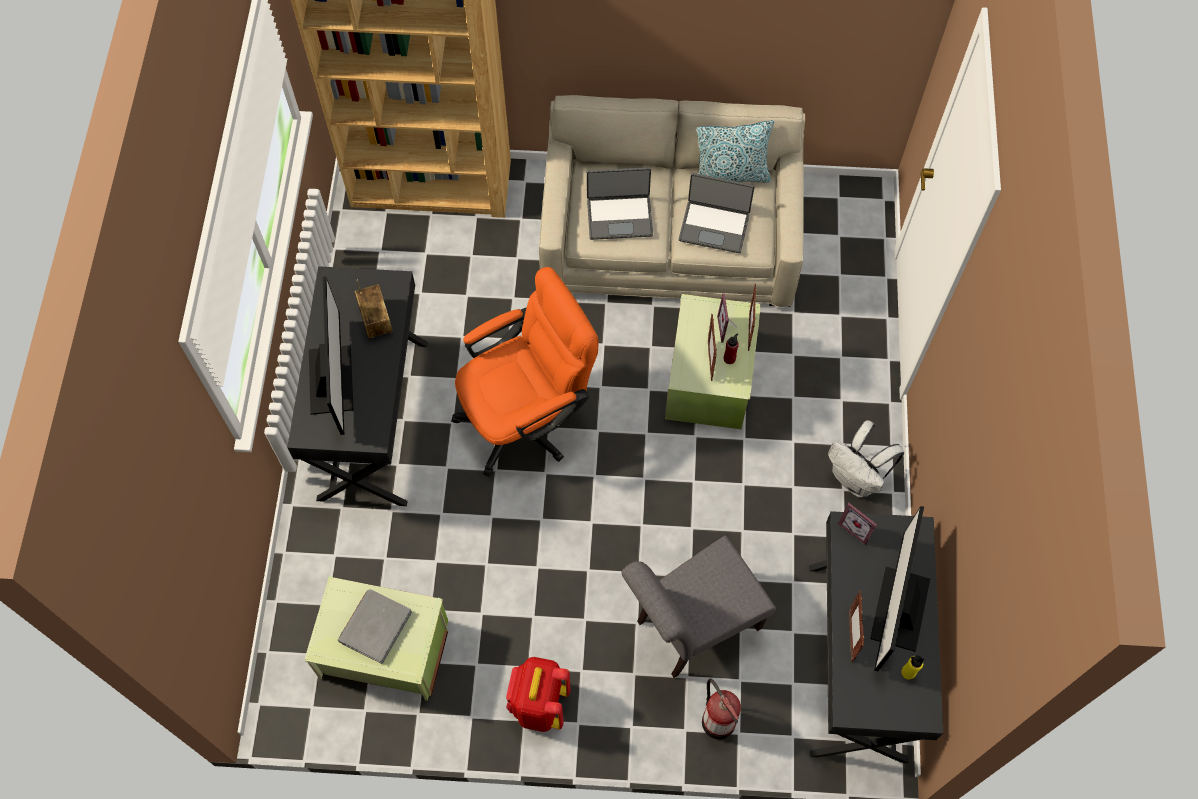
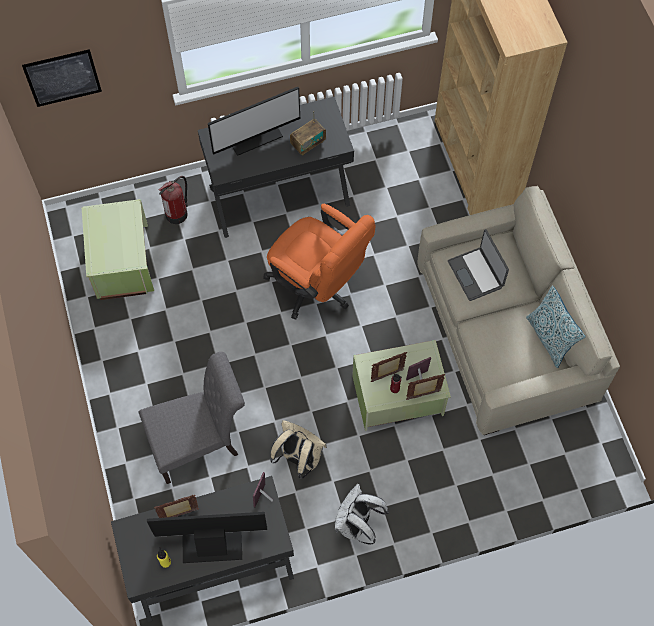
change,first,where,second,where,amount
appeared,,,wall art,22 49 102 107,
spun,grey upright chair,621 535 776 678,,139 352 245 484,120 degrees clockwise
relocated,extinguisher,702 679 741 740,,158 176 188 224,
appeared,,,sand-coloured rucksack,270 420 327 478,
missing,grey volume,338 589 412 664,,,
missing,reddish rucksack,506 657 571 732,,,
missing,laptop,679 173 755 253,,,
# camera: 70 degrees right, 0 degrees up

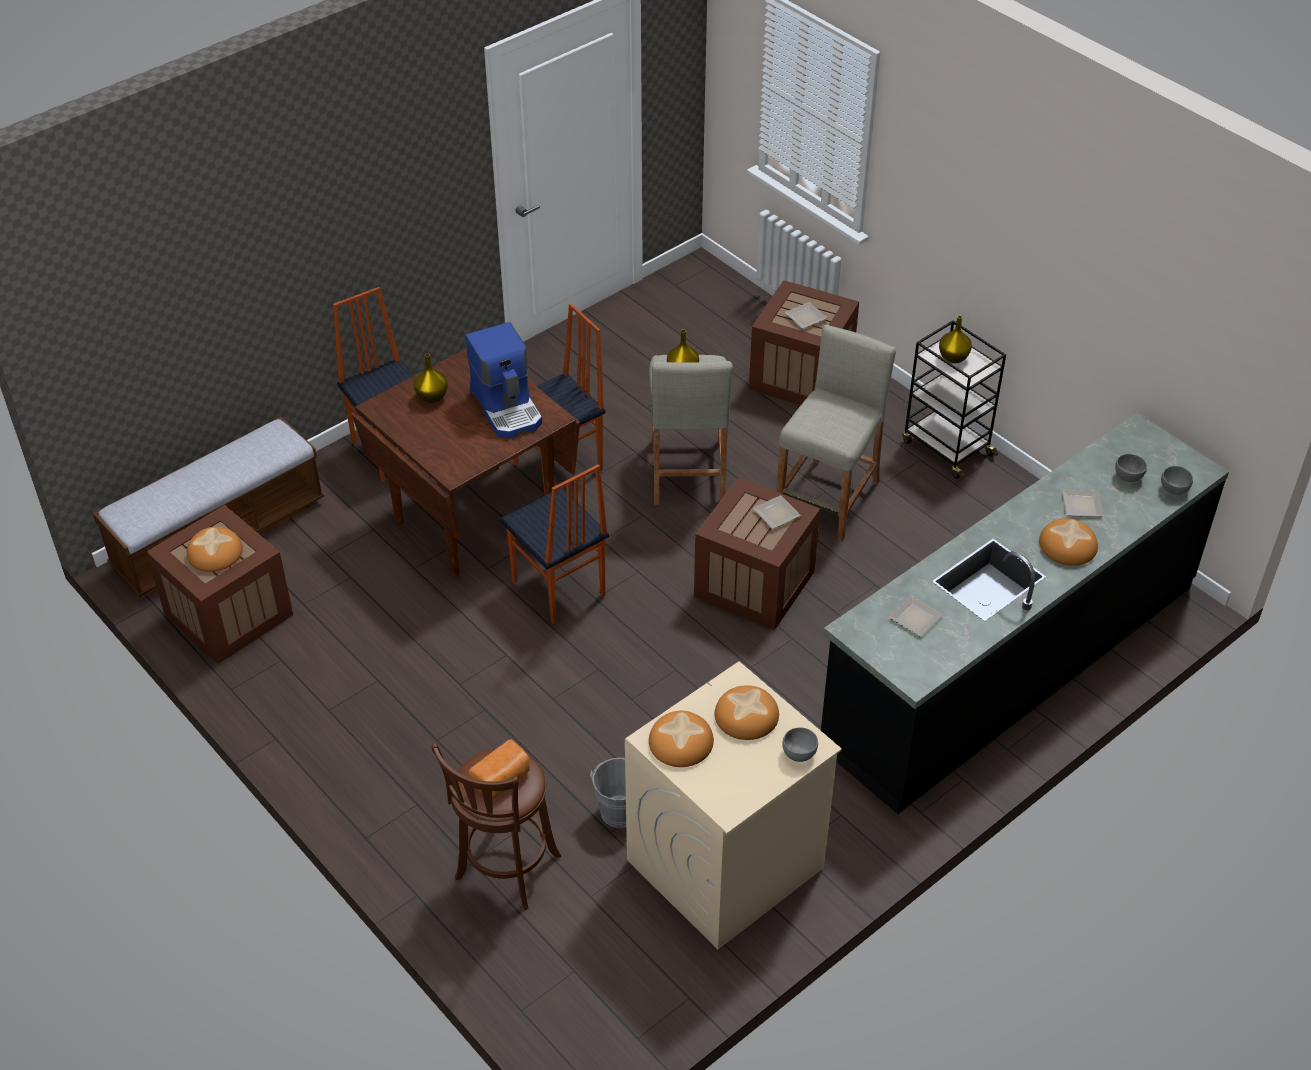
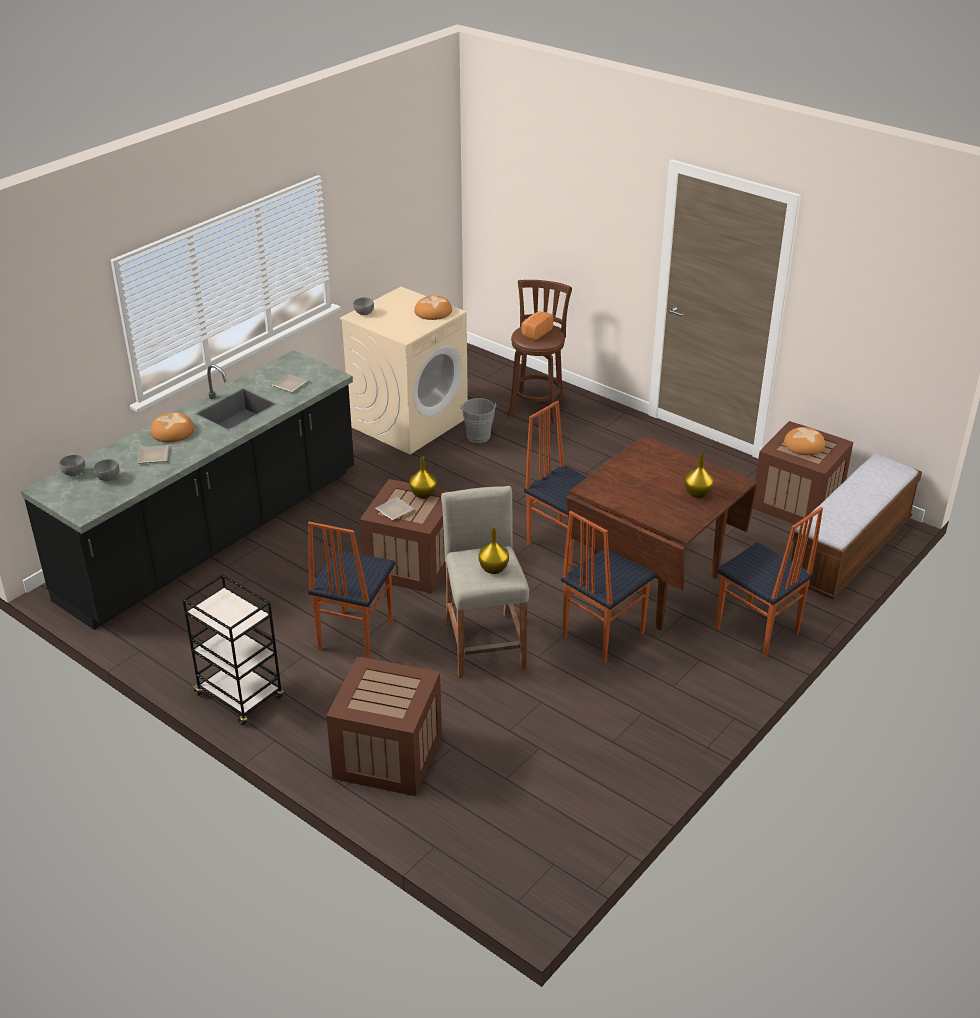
change,first,where,second,where,amount
exchanged,sand-coloured stool,776 325 896 541,upright chair,308 522 395 659,
relocated,yellow-coloured vase,939 315 972 364,,409 456 437 499,
missing,coffee machine,465 322 542 439,,,
missing,baked bread,715 685 779 740,,,
missing,plate,784 302 827 329,,,
# camera: 170 degrees right, 10 degrees down

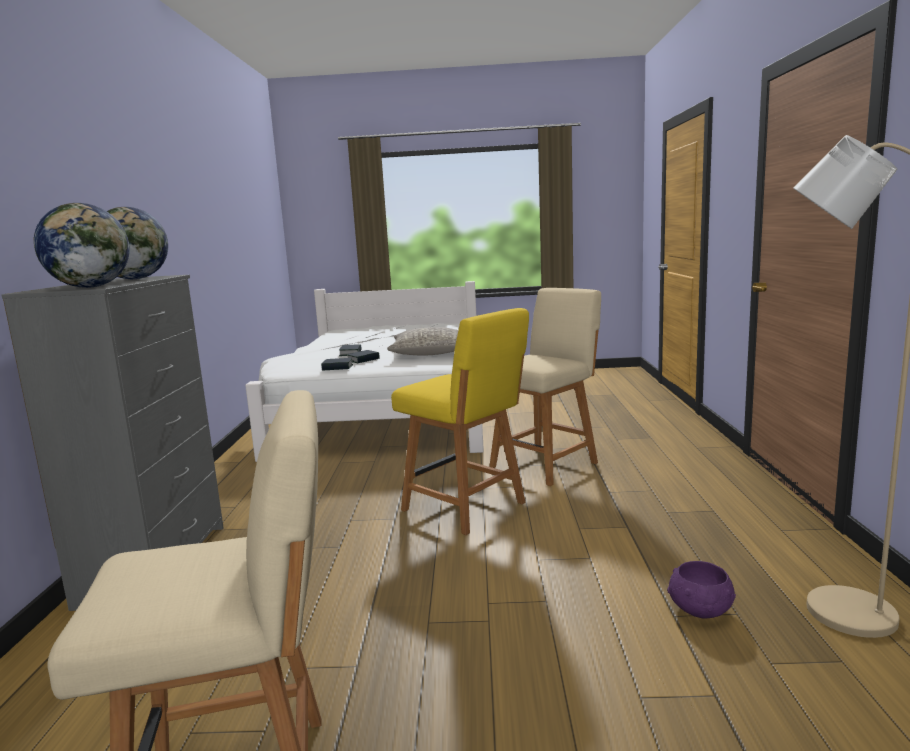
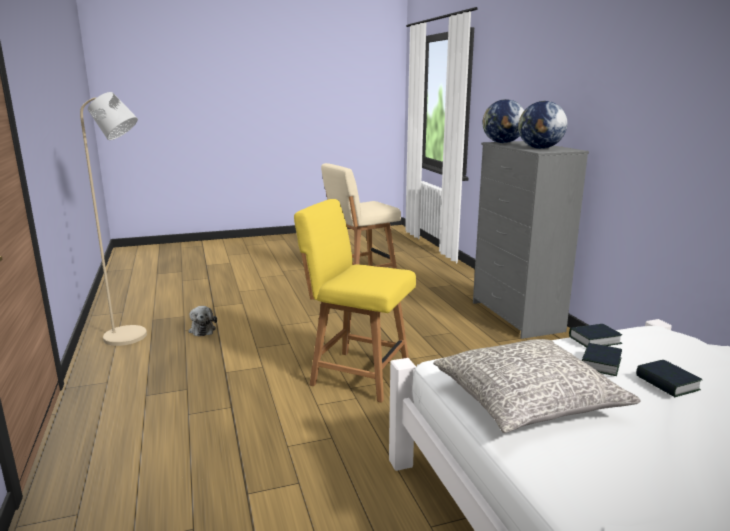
change,first,where,second,where,amount
exchanged,purple deep dish,667 561 736 618,plush toy,189 306 217 337,
missing,sand-coloured upright chair,489 288 601 486,,,
# camera: 160 degrees right, 5 degrees up

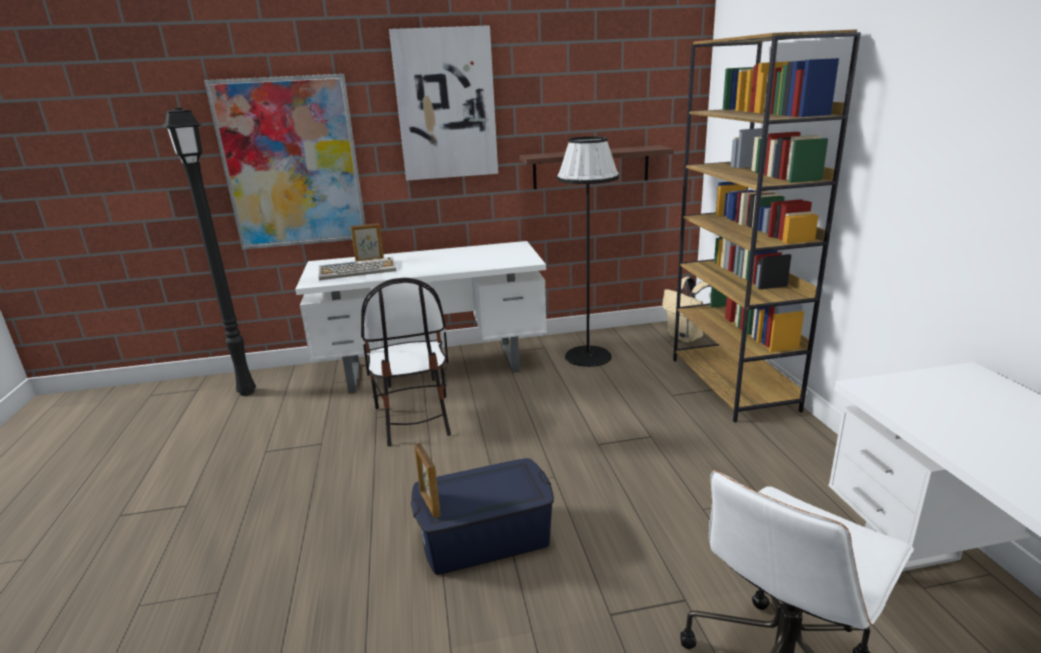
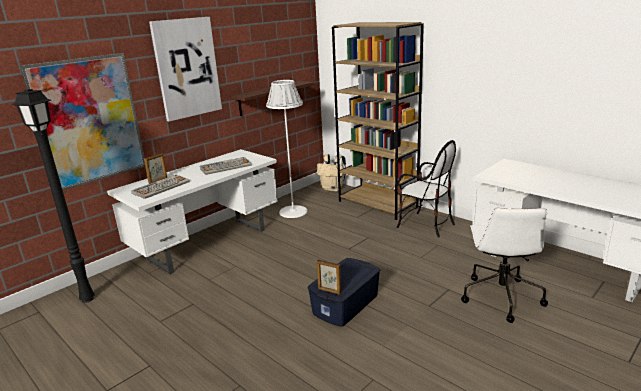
change,first,where,second,where,amount
appeared,,,keyboard,200 157 252 175,
colour,black-coloured floor lamp,557 136 619 367,white-coloured floor lamp,266 80 307 218,
relocated,upright chair,361 278 451 446,,397 140 456 237,
# camera: 35 degrees left, 0 degrees up

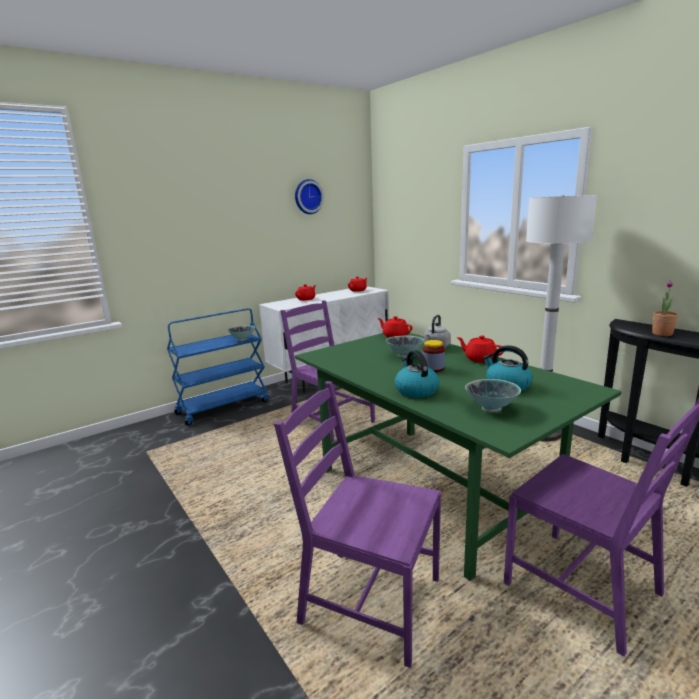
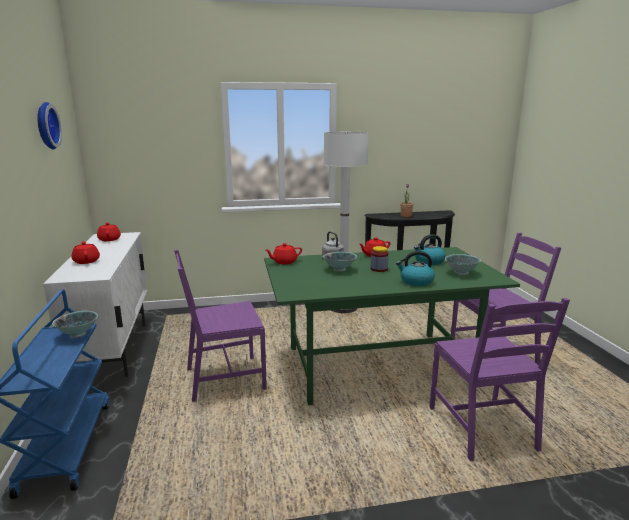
change,first,where,second,where,amount
spun,purple upright chair,274 381 441 668,,429 298 570 461,60 degrees counterclockwise
# camera: 65 degrees left, 0 degrees up

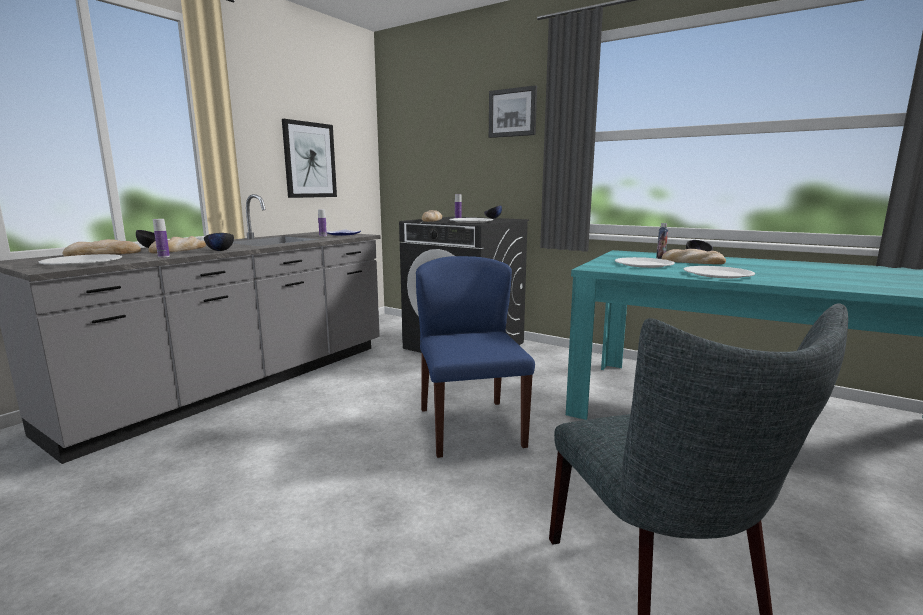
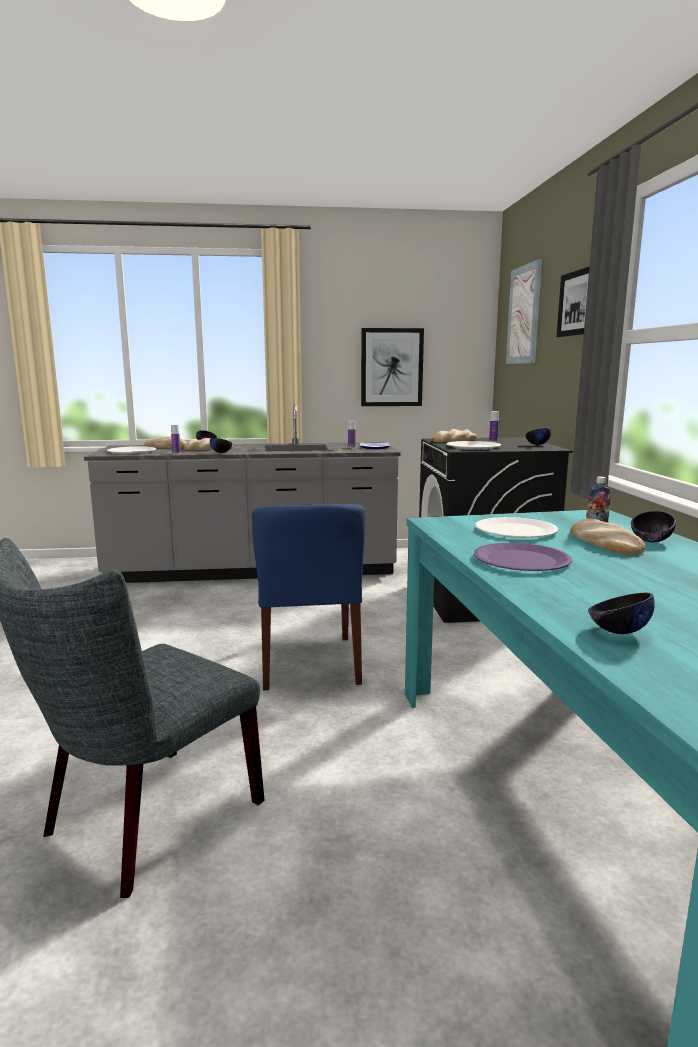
change,first,where,second,where,amount
spun,blue-coloured upright chair,416 256 535 458,,252 504 366 691,135 degrees clockwise
colour,white-coloured plate,684 266 755 278,purple plate,474 543 572 571,
appeared,,,wall art,506 259 542 364,
appeared,,,black-coloured deep dish,588 593 655 634,
# camera: 50 degrees right, 0 degrees up

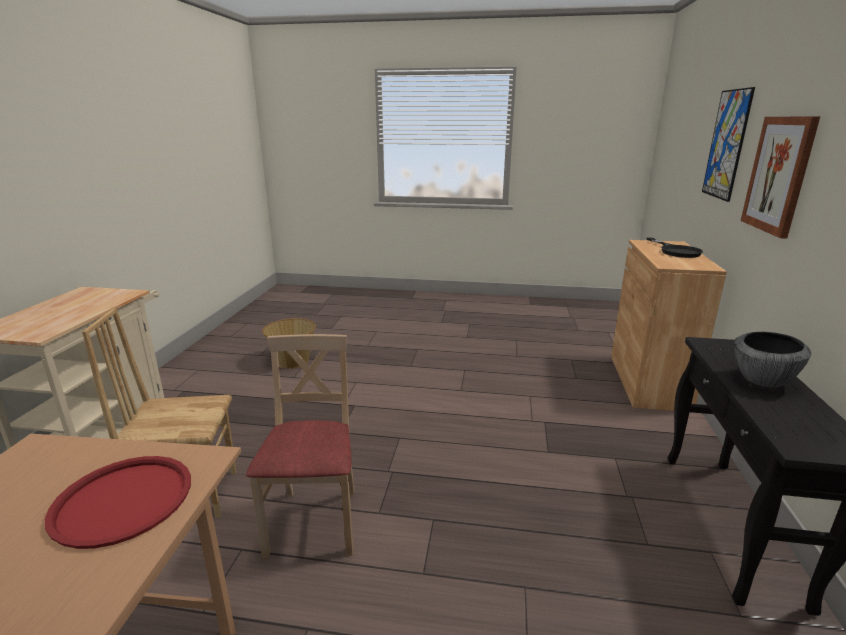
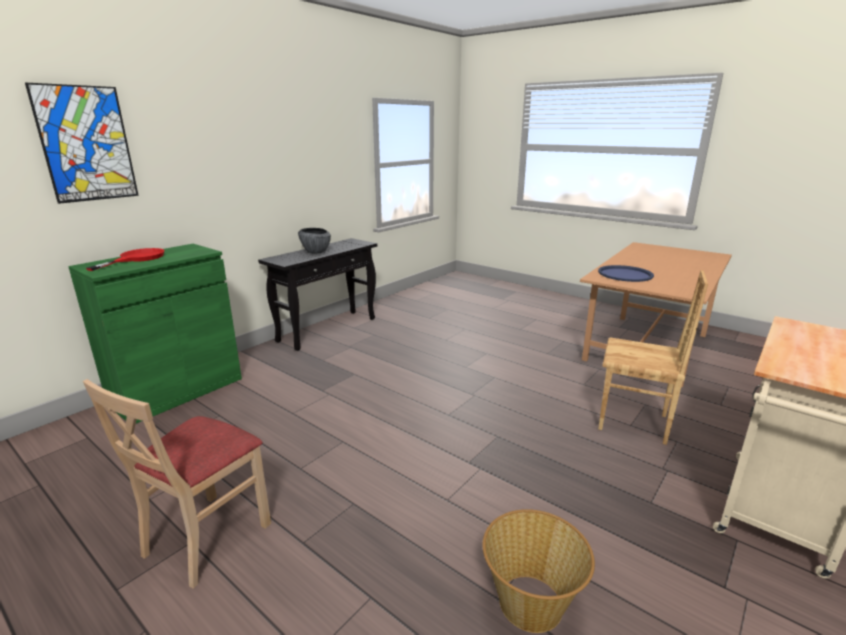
change,first,where,second,where,amount
colour,brown cabinet,611 240 727 411,green cabinet,68 244 242 424,
relocated,sand-coloured upright chair,246 334 354 558,,83 379 271 588,
colour,black-coloured skillet,647 237 703 258,reddish skillet,86 248 164 271,
colour,reddish carrying tray,45 456 191 549,blue-coloured carrying tray,598 265 654 282,
missing,wall art,741 117 820 239,,,
# camera: 150 degrees left, 0 degrees up

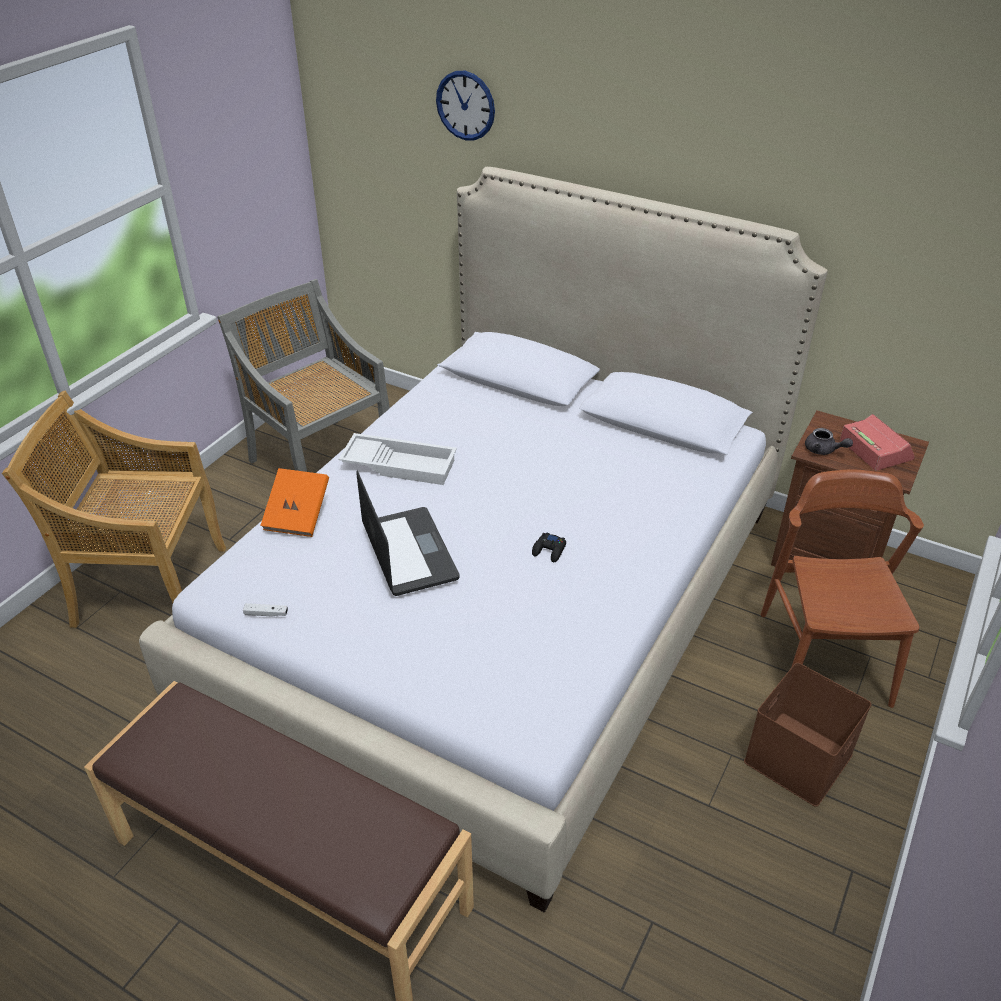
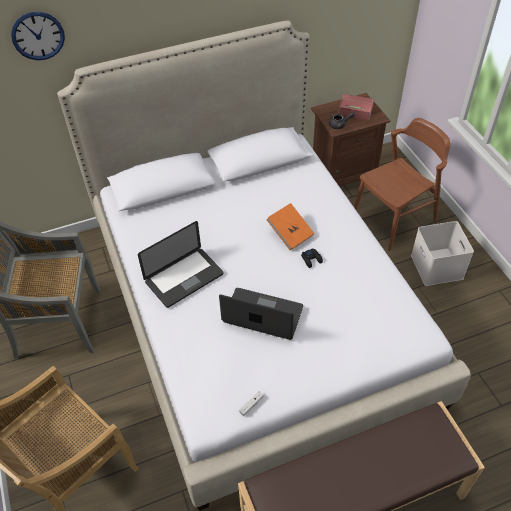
change,first,where,second,where,amount
exchanged,white-coloured carrying tray,339 433 457 485,laptop,138 221 224 308,
relocated,orangey volume,260 468 329 537,,267 203 315 251,
spun,brown upright chair,761 469 924 708,,354 118 450 251,105 degrees clockwise
colour,brown storage box,744 663 872 807,white-coloured storage box,411 221 474 286,
# camera: 50 degrees left, 10 degrees up

